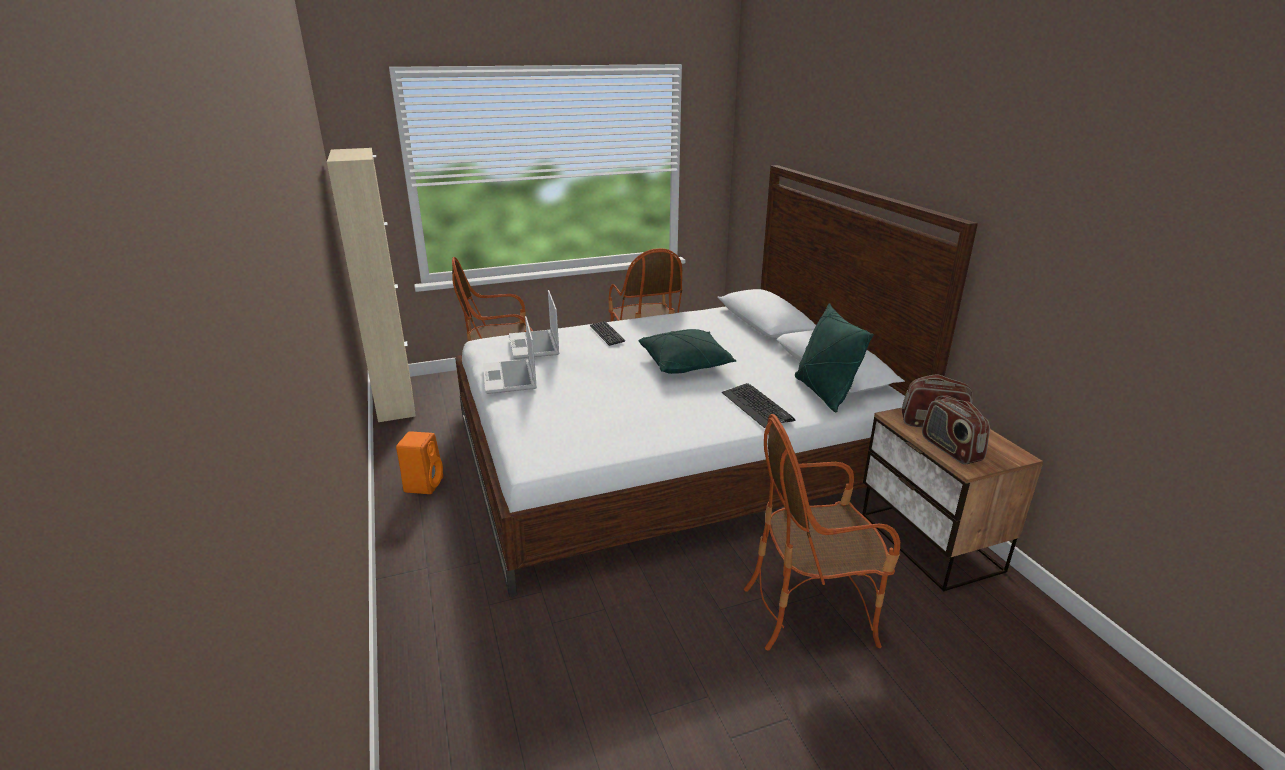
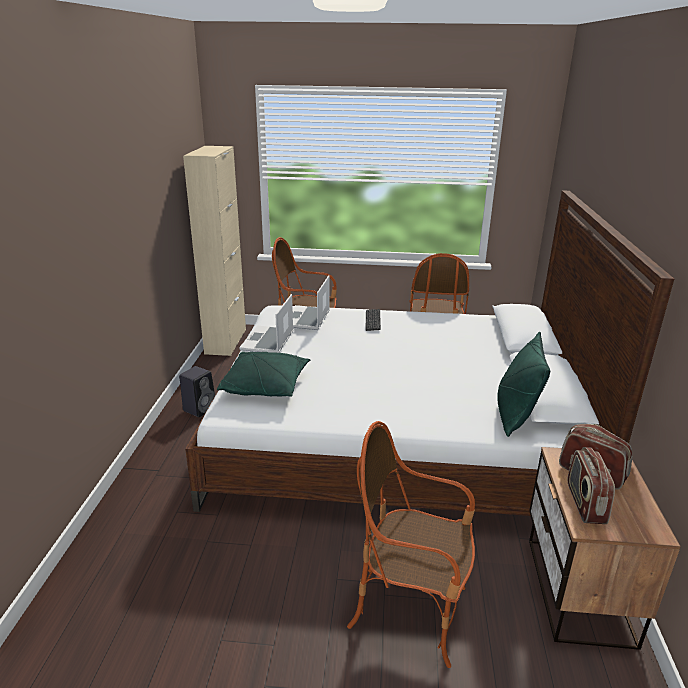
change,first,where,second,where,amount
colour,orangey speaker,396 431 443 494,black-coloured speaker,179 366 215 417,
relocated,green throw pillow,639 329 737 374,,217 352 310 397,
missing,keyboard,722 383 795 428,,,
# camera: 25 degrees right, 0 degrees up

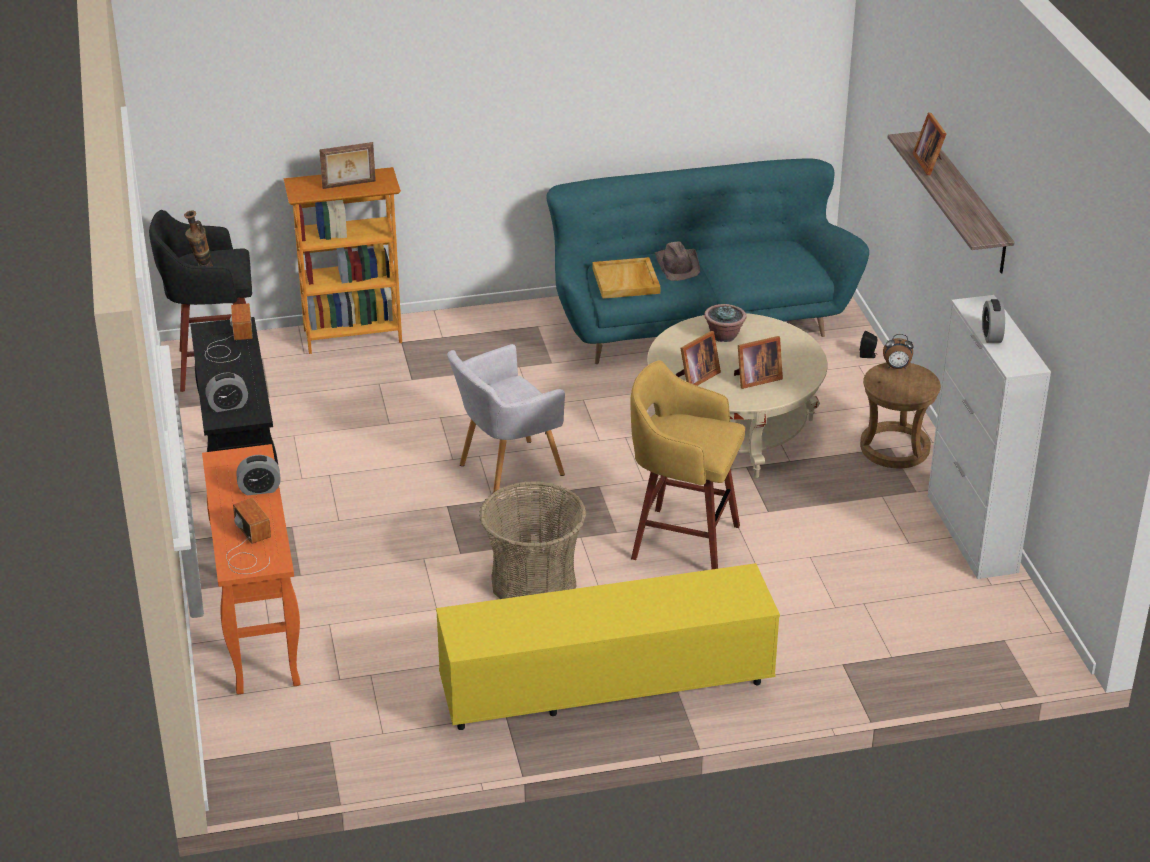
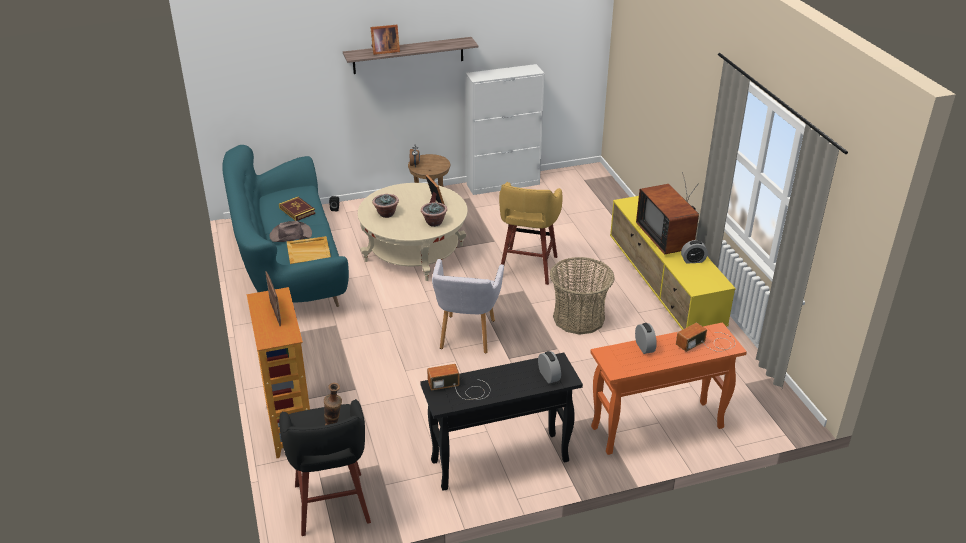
change,first,where,second,where,amount
appeared,,,volume,279 197 316 221,
exchanged,photo frame,676 331 721 386,potted plant,421 202 447 227,
spun,grey easy chair,447 344 565 498,,432 259 504 353,45 degrees clockwise
appeared,,,TV,636 172 699 254,
relocated,bedside clock,982 299 1005 343,,681 240 708 264,
# camera: 95 degrees left, 0 degrees up

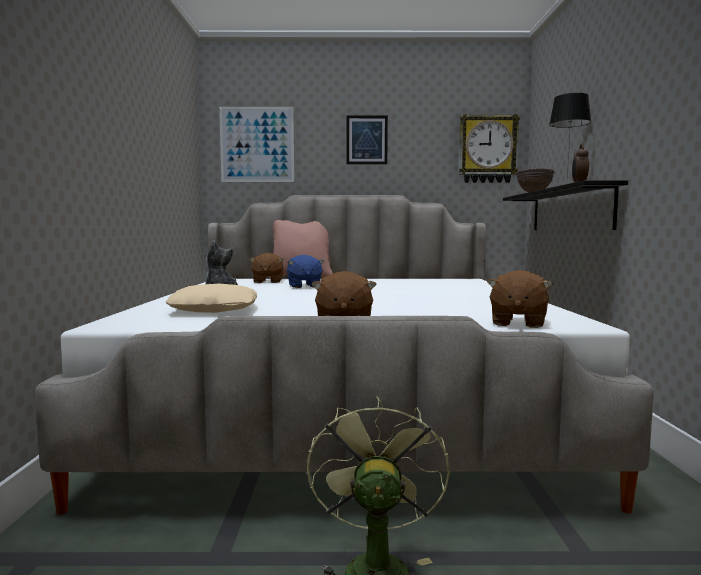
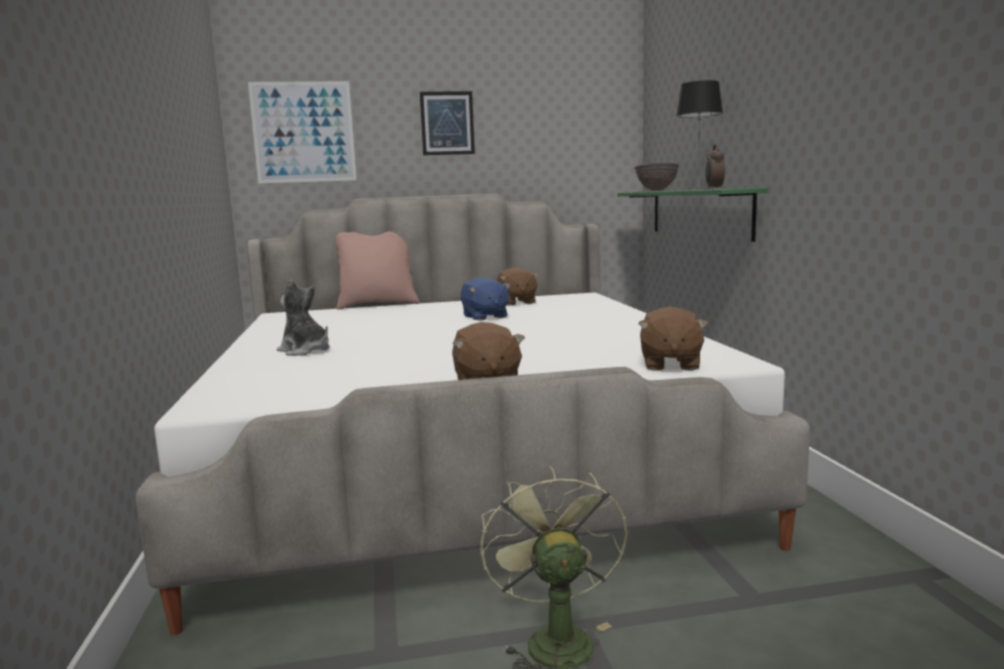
change,first,where,second,where,amount
relocated,blue-coloured plush toy,287 255 325 288,,461 277 511 321,
relocated,brown plush toy,249 253 284 283,,497 267 539 306,
colour,black-coloured bracket shelf,503 180 628 230,green bracket shelf,617 188 768 242,
missing,sand-coloured throw pillow,165 283 257 313,,,
missing,wall clock,459 114 520 183,,,
# camera: 10 degrees left, 5 degrees up

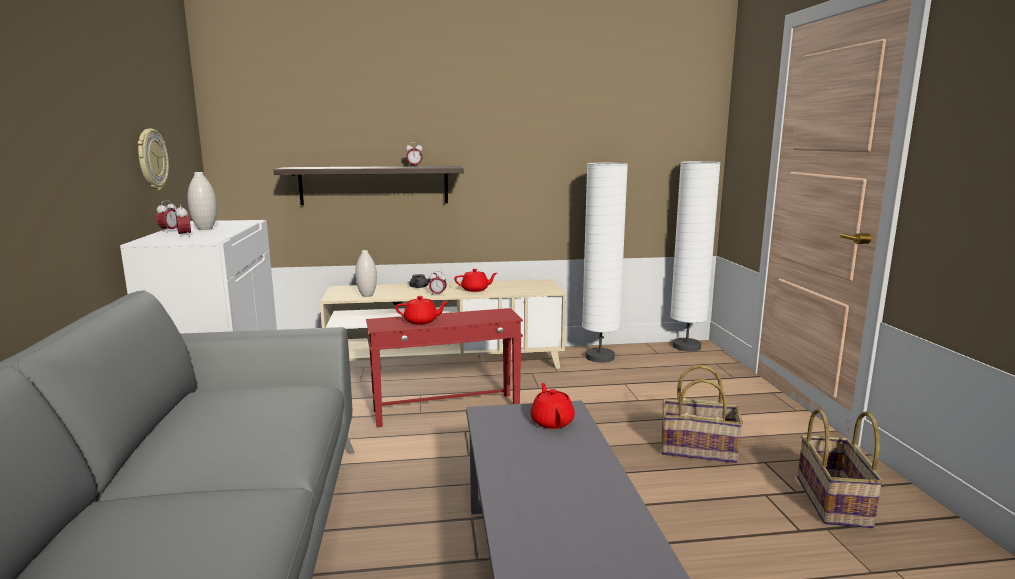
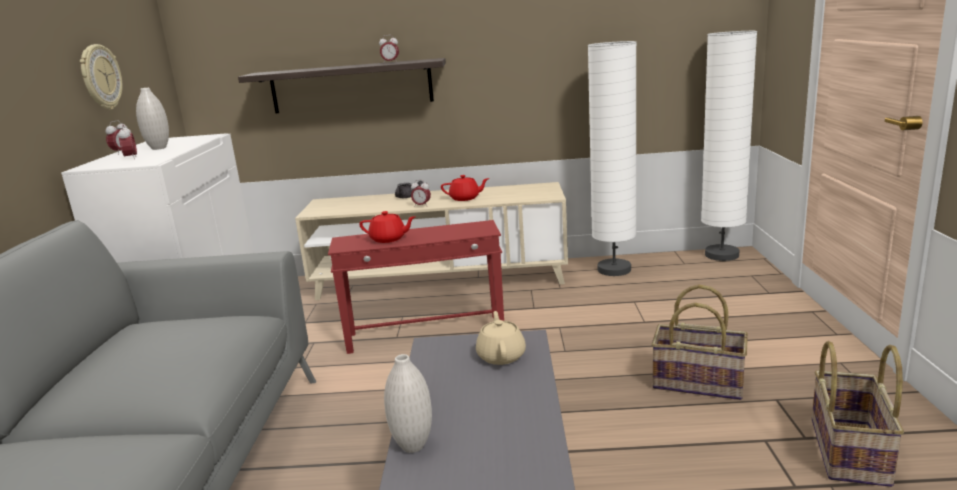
change,first,where,second,where,amount
relocated,white-coloured vase,355 250 377 297,,384 354 432 453,
colour,reddish pot for tea,530 383 575 429,sand-coloured pot for tea,476 311 526 365,
# camera: 10 degrees right, 5 degrees up

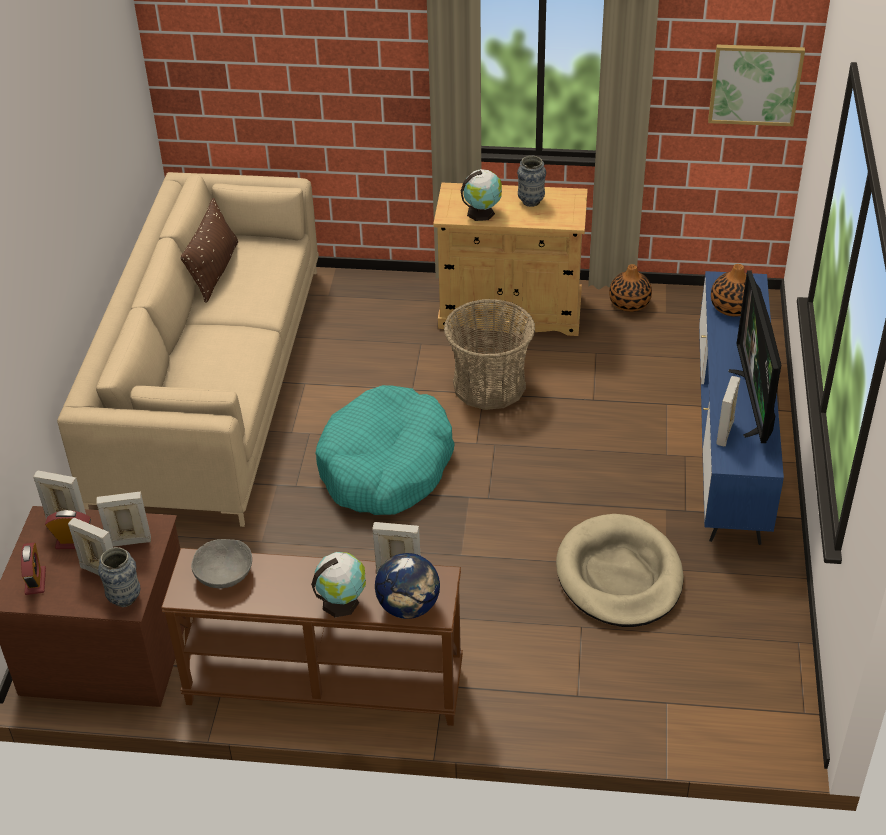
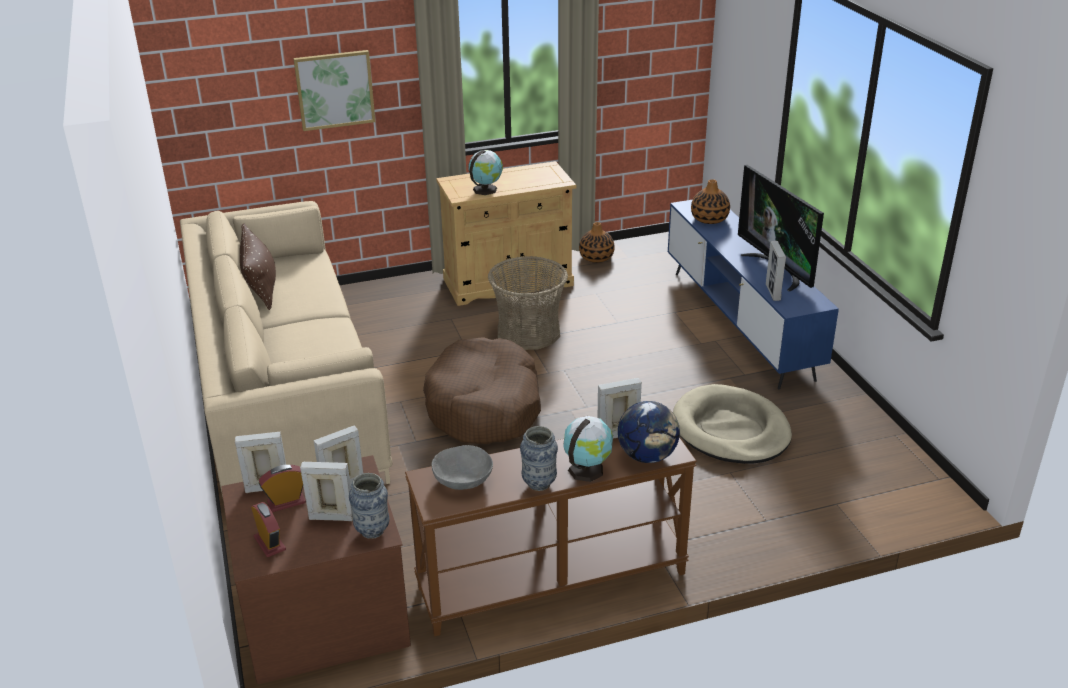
change,first,where,second,where,amount
relocated,wall art,708 45 805 126,,293 50 375 131,
colour,turquoise-coloured dog bed,315 385 455 515,brown dog bed,423 337 541 444,
relocated,vase,517 155 546 207,,520 426 558 491,
# camera: 25 degrees left, 10 degrees down

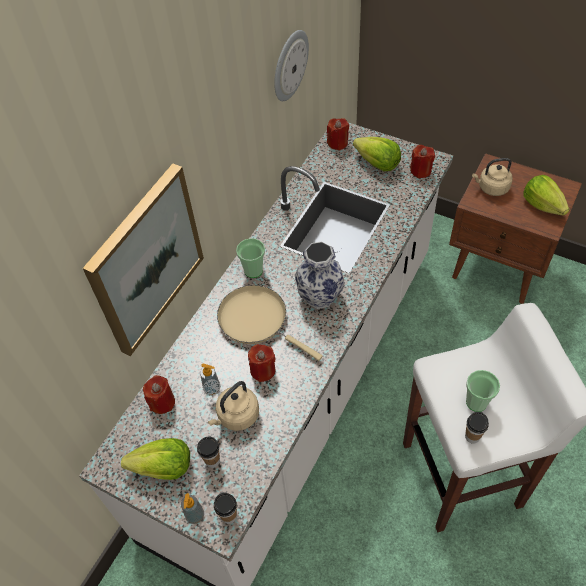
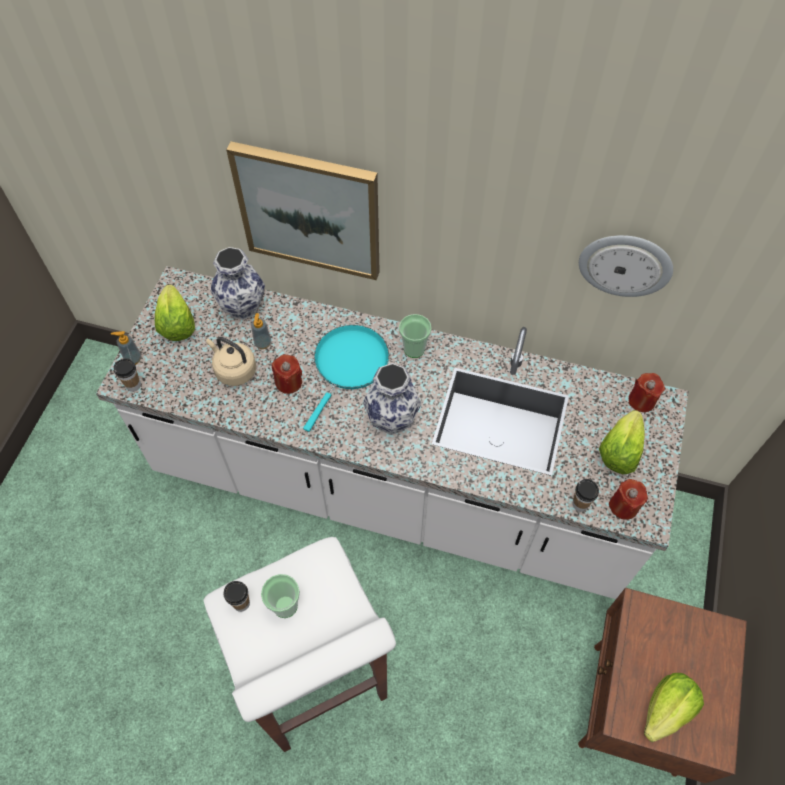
change,first,where,second,where,amount
exchanged,reddish candle,143 375 175 414,vase,211 247 265 320,
colour,sand-coloured skillet,217 285 322 361,turquoise-coloured skillet,303 325 389 432,
relocated,small cup,197 436 220 468,,572 479 599 512,
missing,sand-coloured tea kettle,472 158 513 196,,,
# camera: 75 degrees right, 5 degrees up

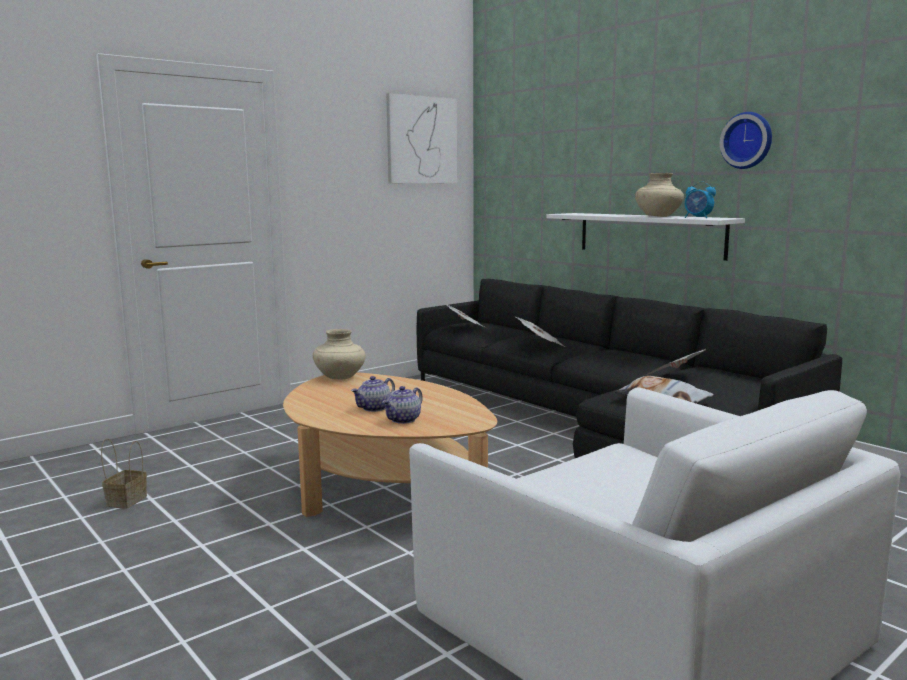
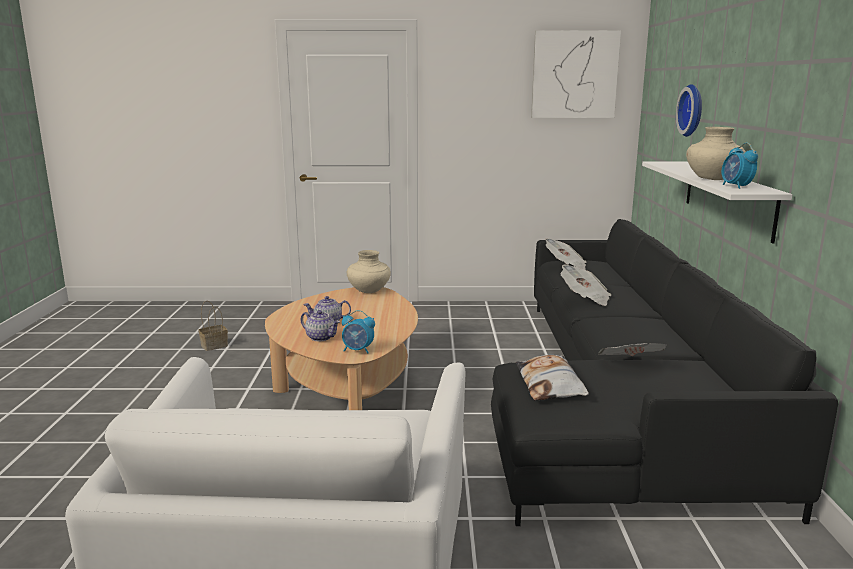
change,first,where,second,where,amount
spun,pot for tea,382 386 423 424,,300 310 340 341,135 degrees counterclockwise
appeared,,,bedside clock,342 310 375 353,
relocated,wall clock,720 112 772 169,,676 84 702 137,
# camera: 40 degrees right, 5 degrees up

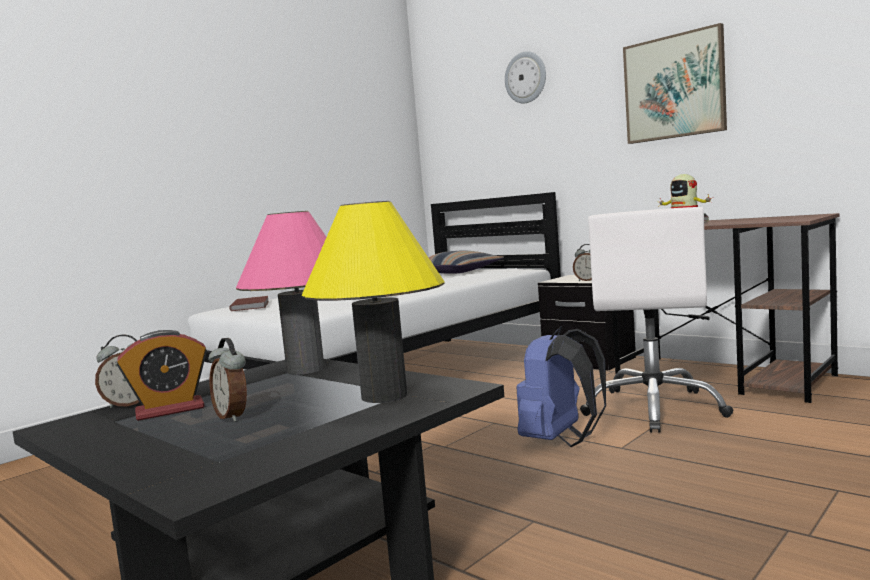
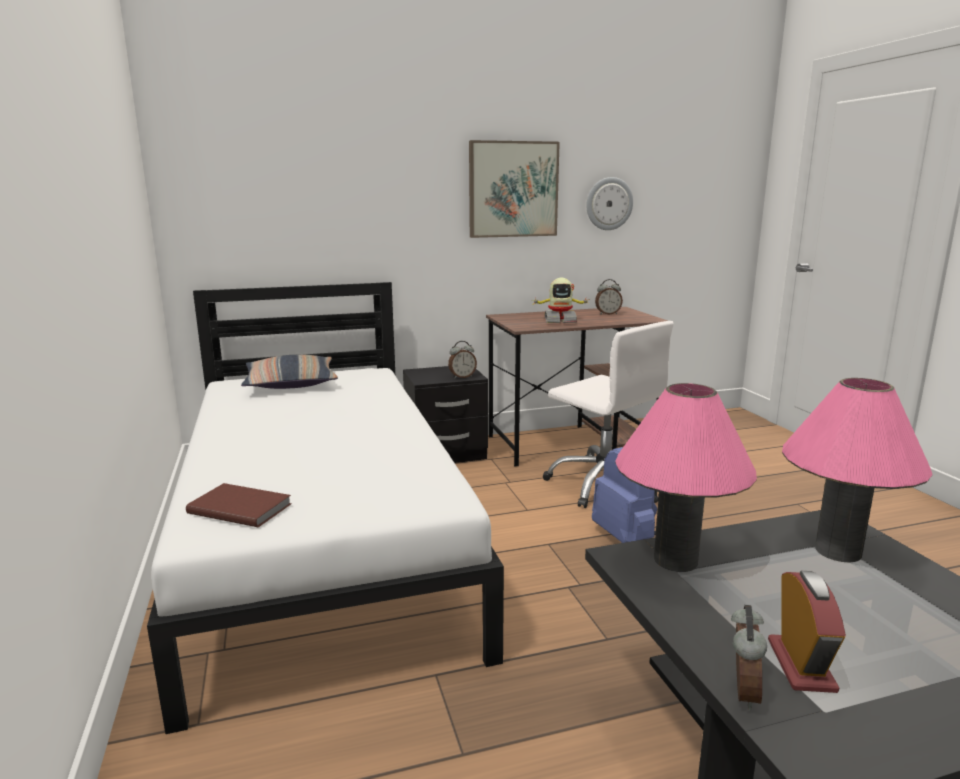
change,first,where,second,where,amount
relocated,wall clock,505 51 546 103,,586 177 633 230,
relocated,bedside clock,209 338 247 422,,595 279 623 315,
colour,yellow-coloured table lamp,302 201 445 403,pink table lamp,782 378 933 563,
# camera: 60 degrees left, 10 degrees up

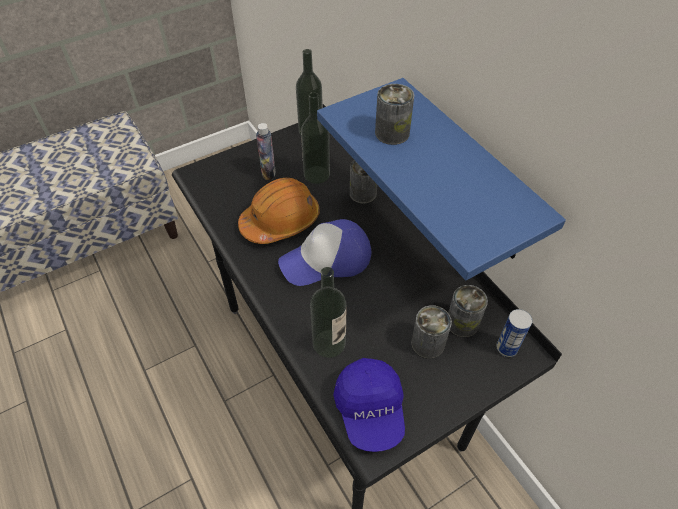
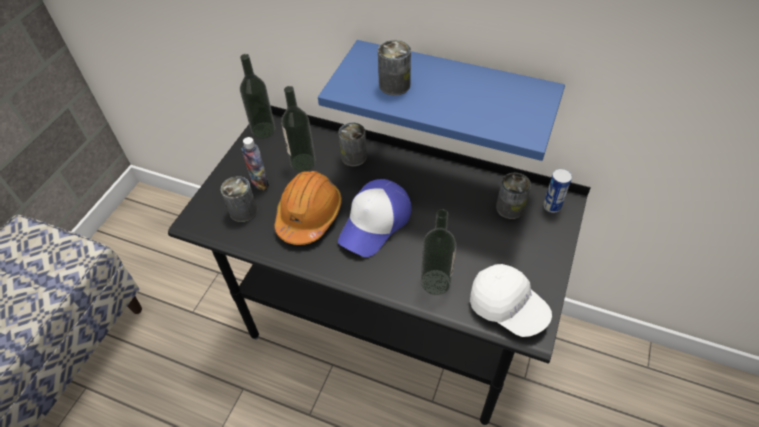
change,first,where,second,where,amount
relocated,metal can,411 305 452 359,,221 176 257 222,
colour,blue-coloured peaked cap,333 358 405 452,white-coloured peaked cap,470 264 552 337,
# camera: 35 degrees left, 0 degrees up

